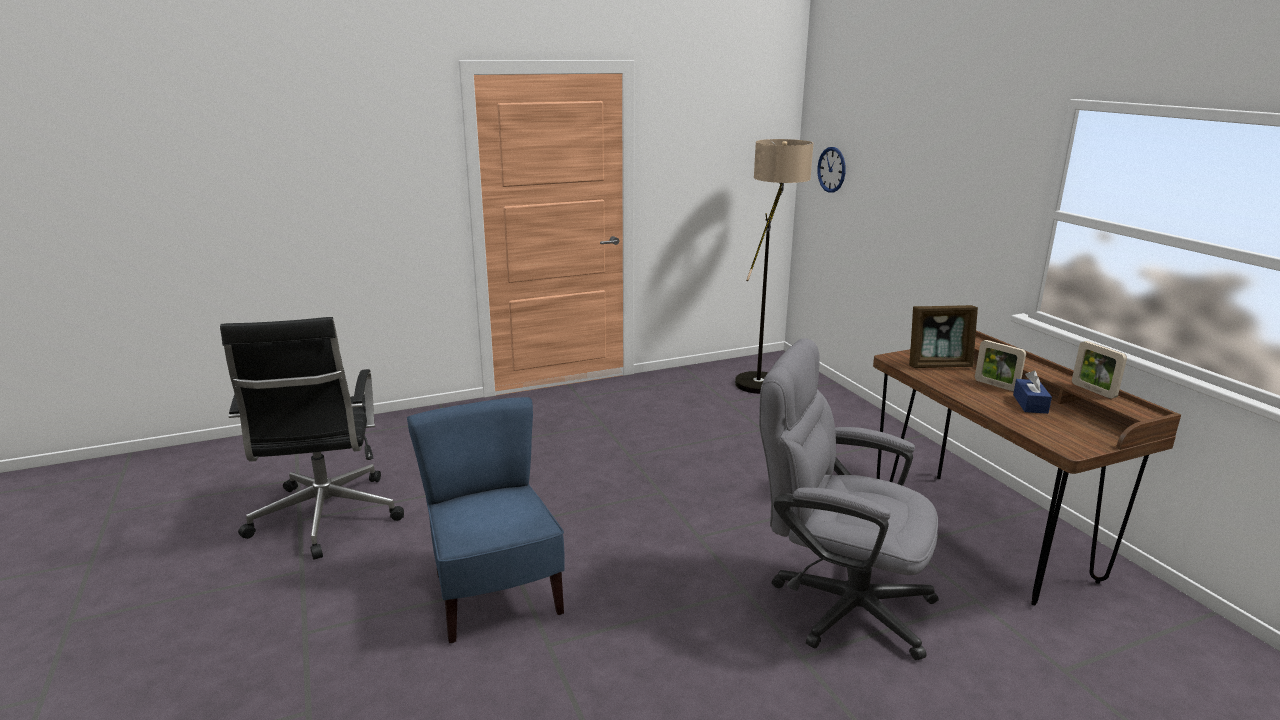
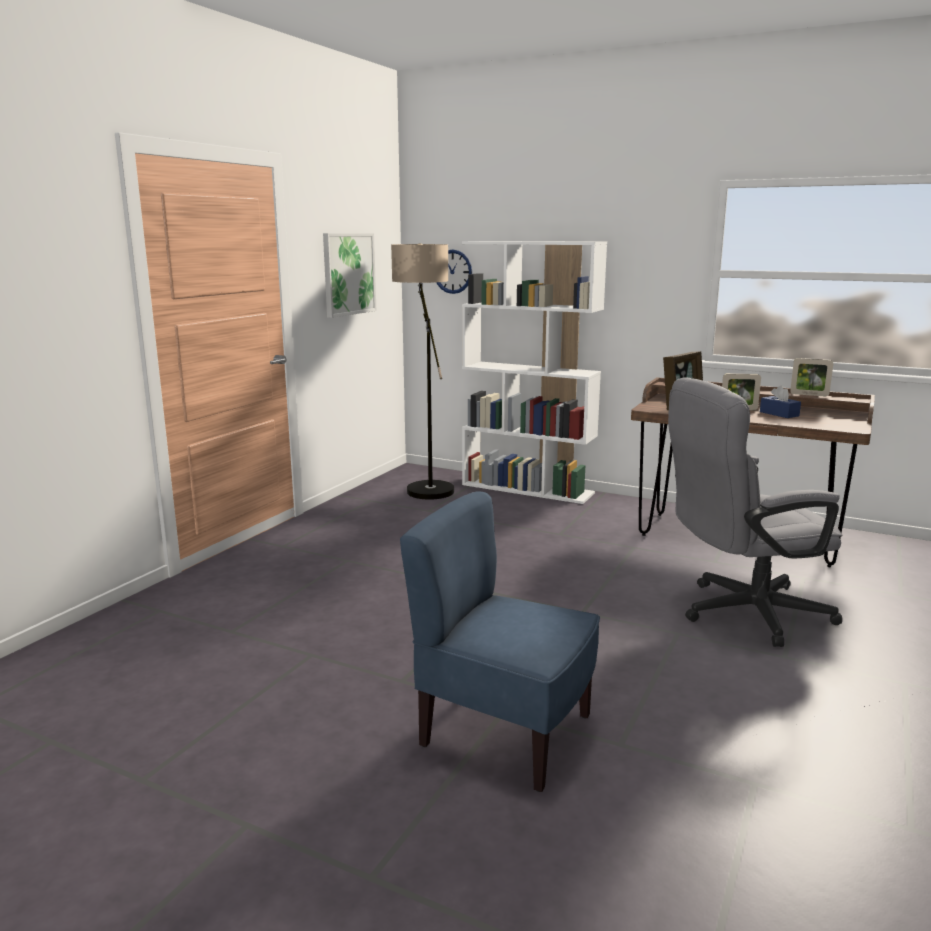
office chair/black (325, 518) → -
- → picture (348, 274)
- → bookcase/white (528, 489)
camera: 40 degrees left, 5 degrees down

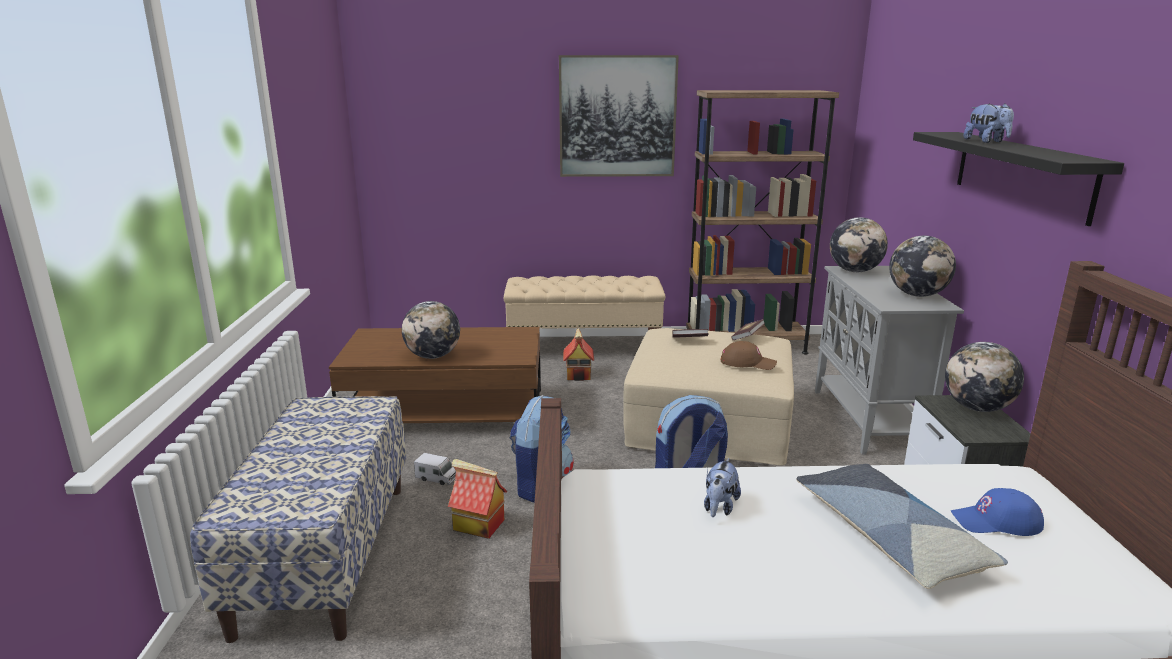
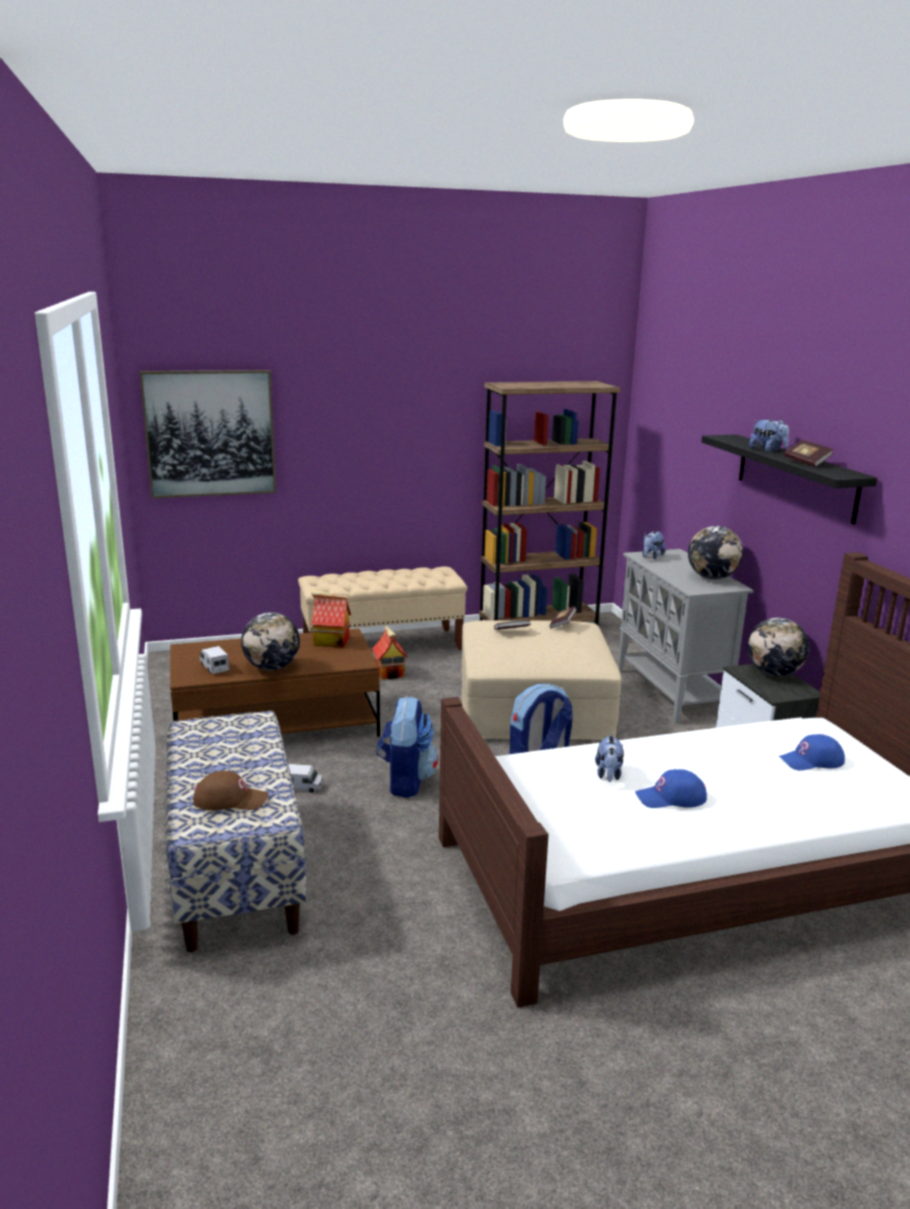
pillow (889, 536) → -
- → toy truck (214, 667)
- → cap/blue (671, 797)
- → book (806, 462)
toy house (477, 525) → toy house (330, 641), moved
picture (617, 116) → picture (210, 433), moved
cap/brown (747, 363) → cap/brown (231, 799), moved
globe (855, 271) → plush toy (651, 556)
camera: 15 degrees left, 0 degrees up

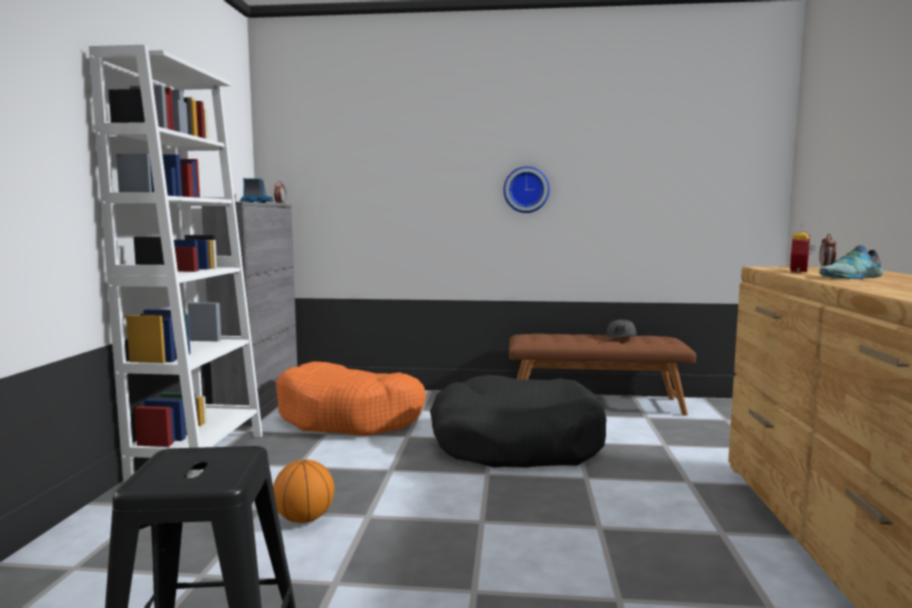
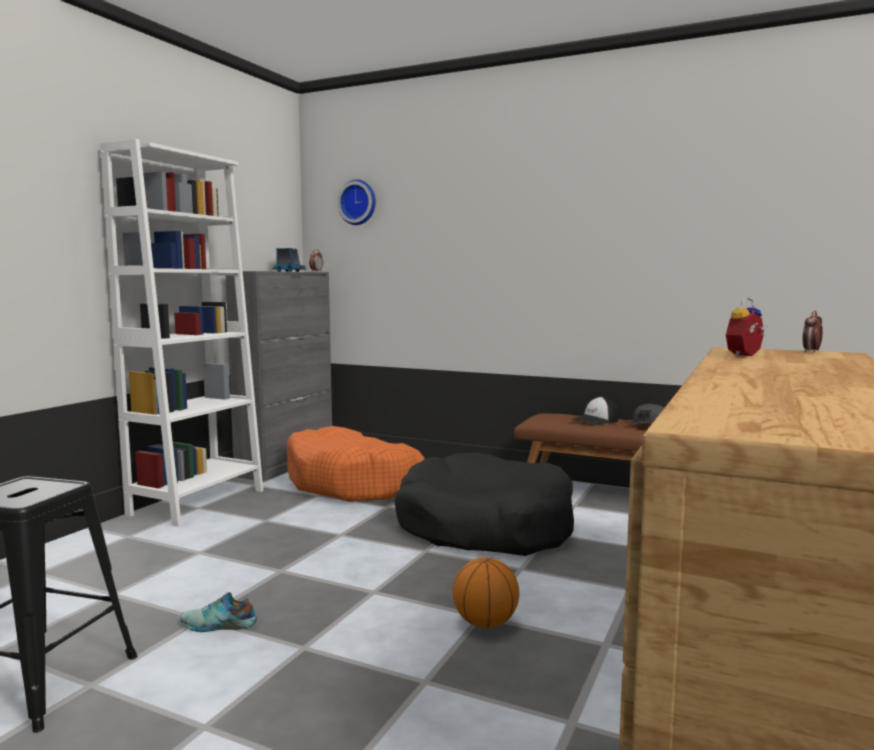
- → cap (595, 420)
basketball (304, 519) → basketball (485, 623), moved
wall clock (526, 190) → wall clock (358, 202), moved
shoe (852, 277) → shoe (218, 625), moved
camera: 20 degrees right, 0 degrees up

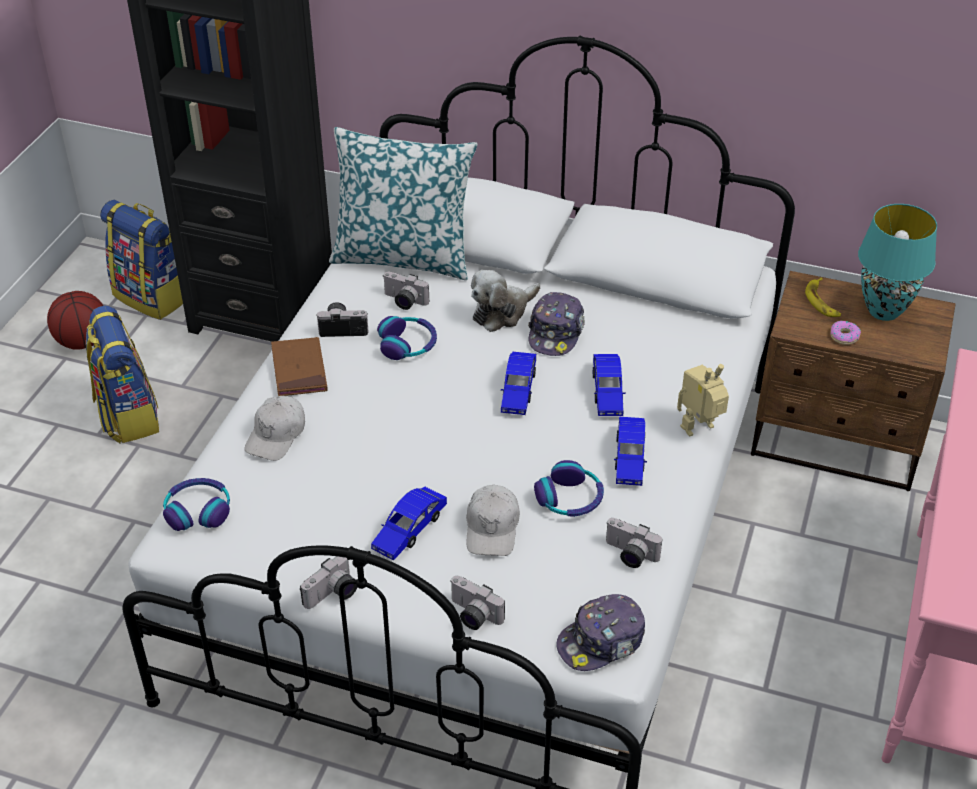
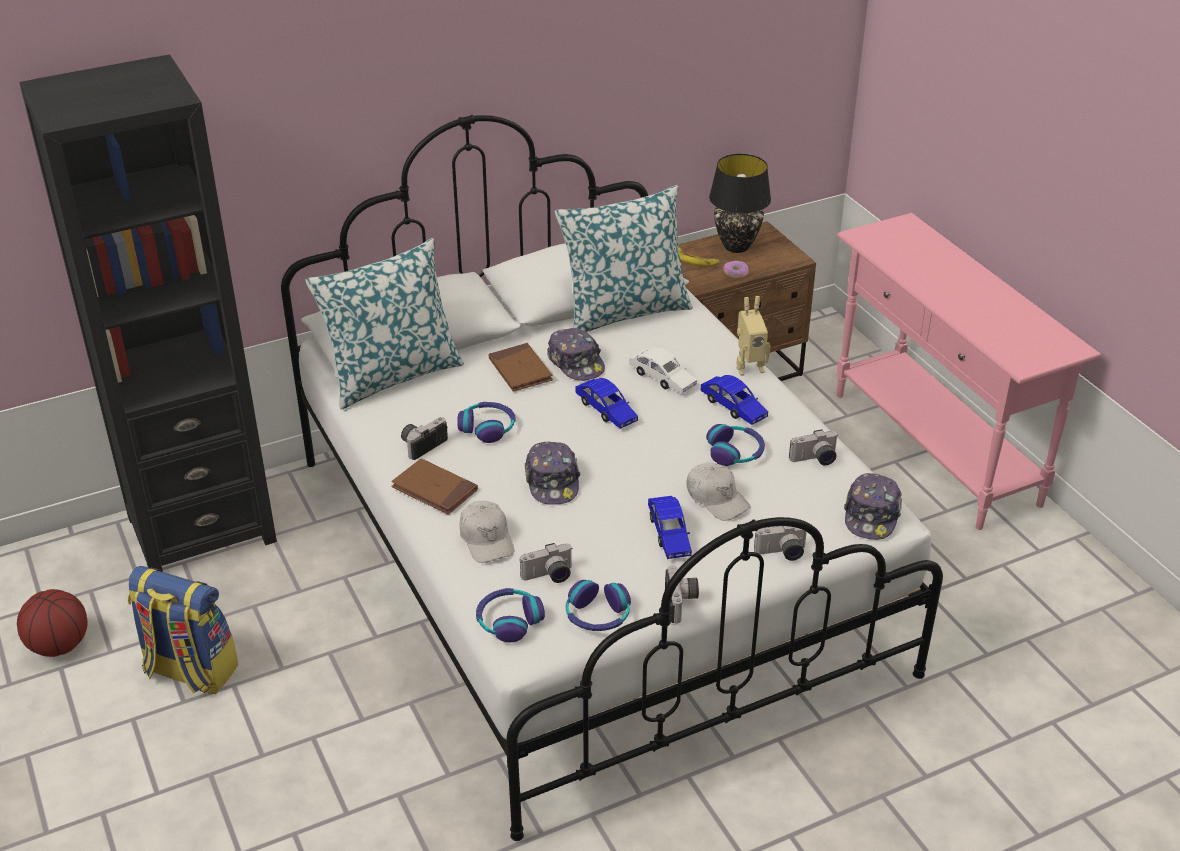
backpack (152, 297) → -
- → cap (552, 481)
- → pillow (624, 311)
- → headphones (597, 615)
photo camera (403, 302) → photo camera (549, 576), moved
plush toy (502, 312) → book/brown (520, 370)
toy car/blue (607, 392) → toy car/white (662, 378)
table lamp/turquoise (884, 311) → table lamp/black (736, 246)
toy robot (700, 430) → toy robot (748, 367), 120 degrees counterclockwise
camera: 45 degrees left, 5 degrees down

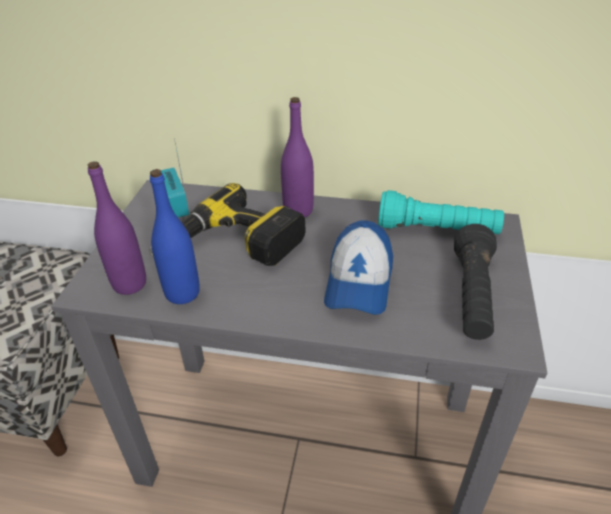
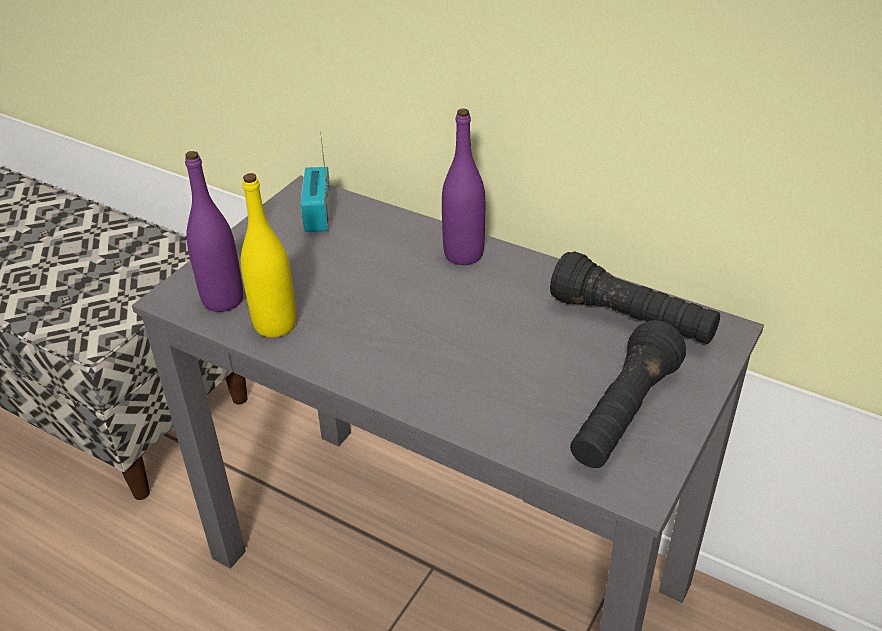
power drill (230, 248) → -
cap (359, 282) → -
bottle/blue (182, 293) → bottle/yellow (275, 325)
flashlight/turquoise (437, 230) → flashlight/black (631, 320)
camera: 20 degrees right, 0 degrees up

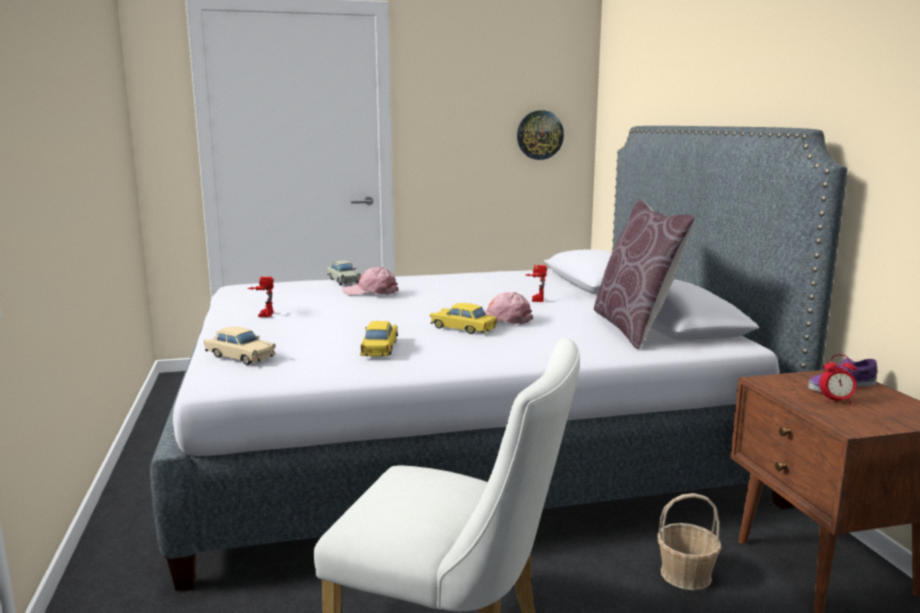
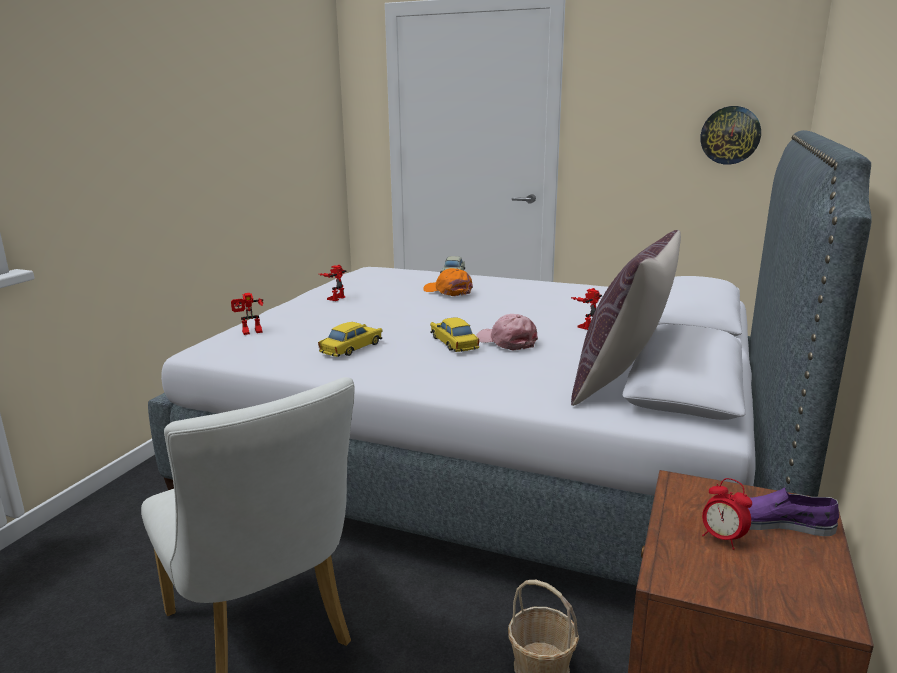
toy car/beige (240, 356) → toy robot (251, 332)
cap/pink (371, 292) → cap/orange (448, 291)
camera: 35 degrees right, 5 degrees up

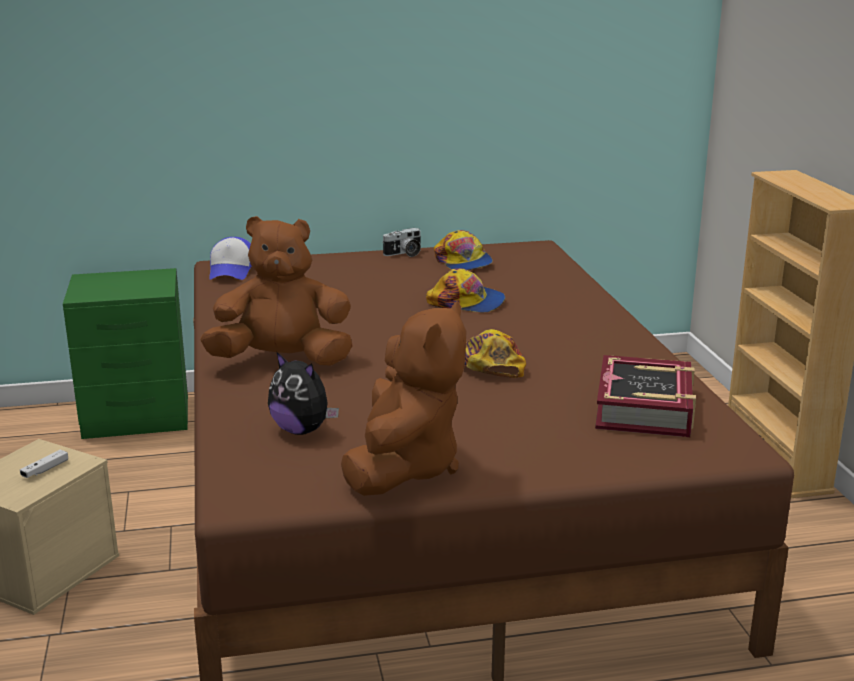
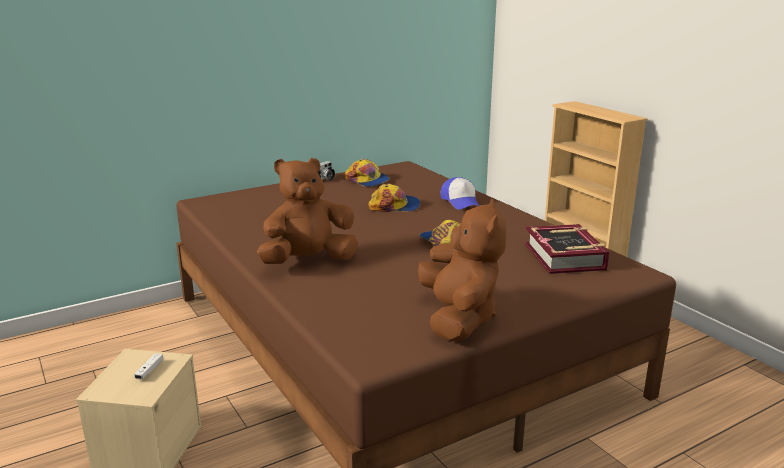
nightstand/green (139, 417) → -
plush toy (302, 430) → -
cap (232, 270) → cap (461, 201), moved
camera: 20 degrees left, 0 degrees up

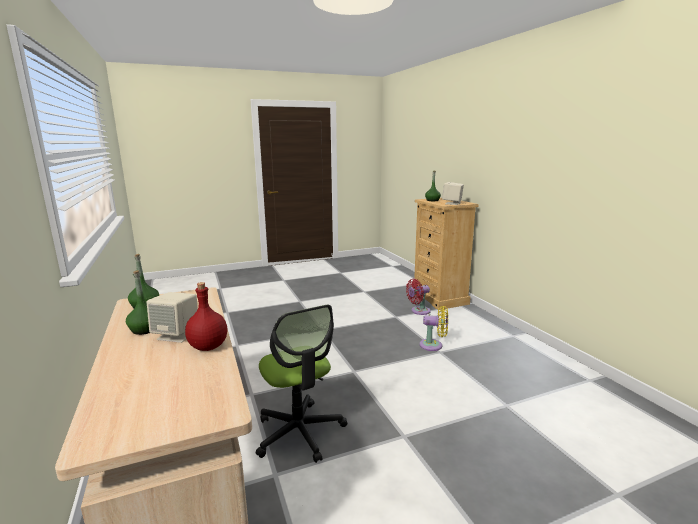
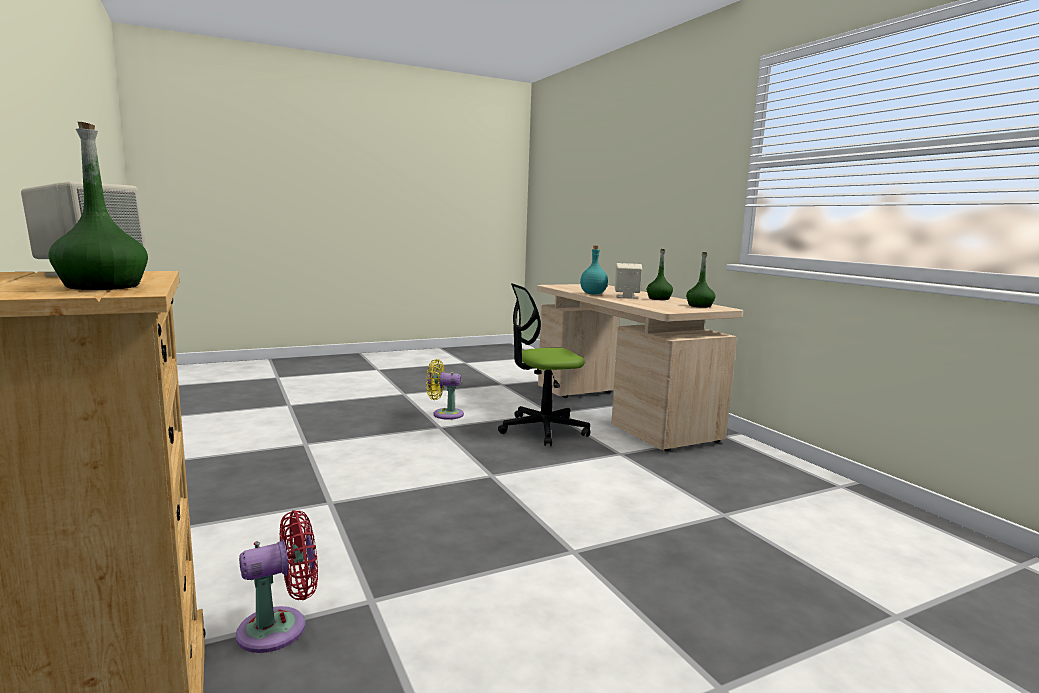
fan/yellow (433, 345) → fan/yellow (444, 414), moved
bottle/red (207, 347) → bottle/turquoise (593, 294)
office chair (299, 432) → office chair (543, 429), 75 degrees counterclockwise
camera: 175 degrees right, 5 degrees down

